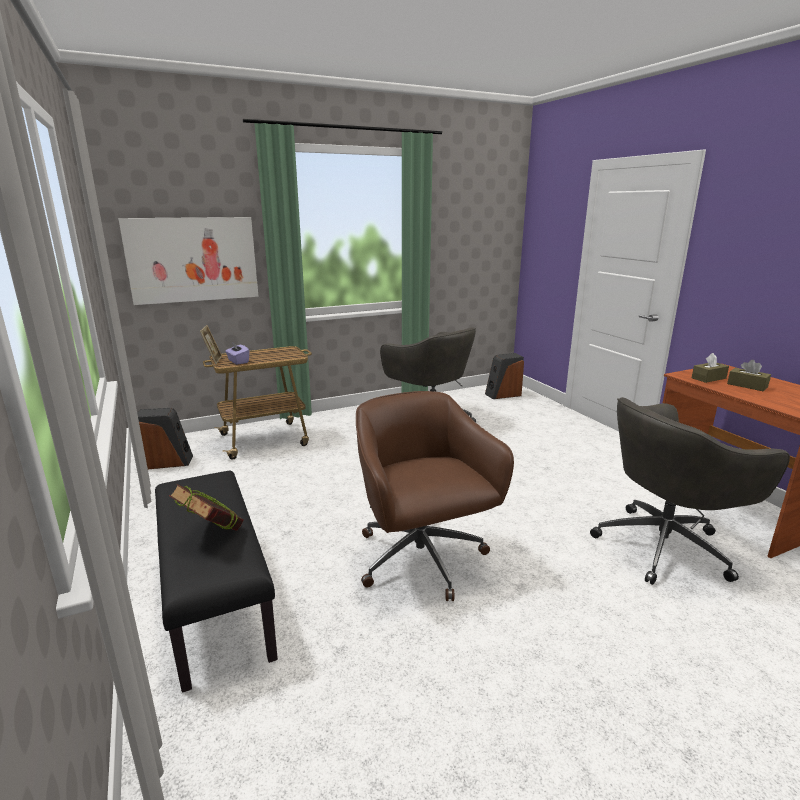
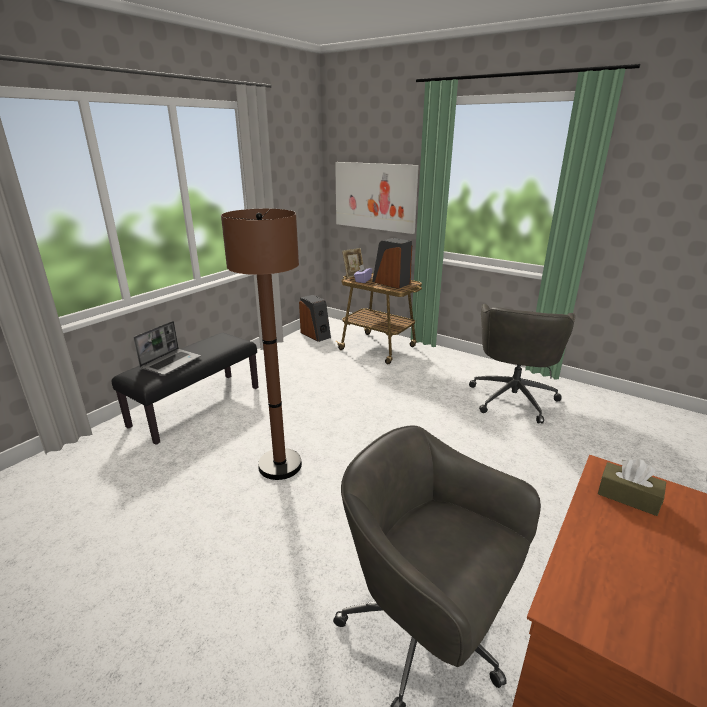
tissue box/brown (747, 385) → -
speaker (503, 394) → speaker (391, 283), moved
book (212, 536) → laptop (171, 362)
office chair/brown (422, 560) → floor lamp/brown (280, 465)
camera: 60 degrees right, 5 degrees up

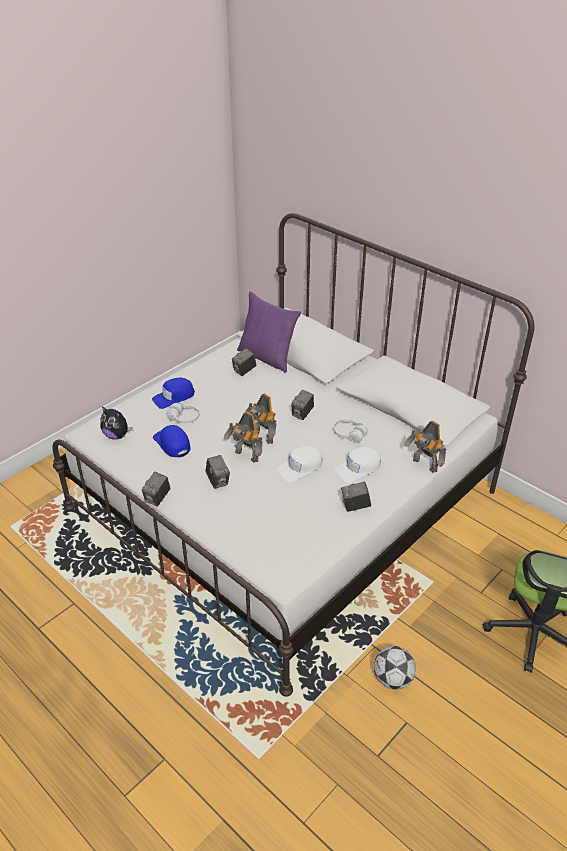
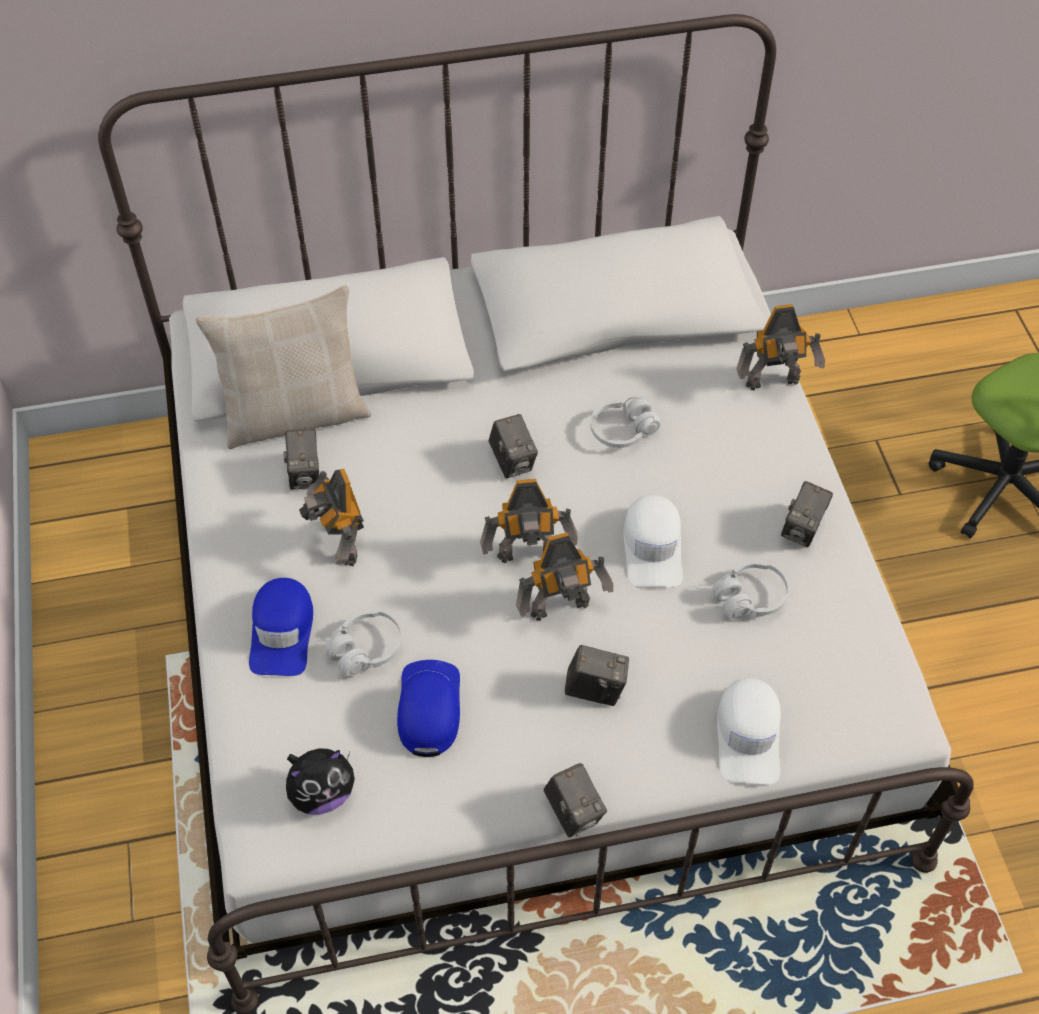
football (393, 679) → -
- → toy robot (340, 544)
- → headphones/white (750, 598)
cap/white (358, 468) → cap/white (748, 735), moved
pillow/purple (267, 357) → pillow/beige (295, 414)
cap/blue (172, 443) → cap/blue (428, 708), 90 degrees clockwise
camera: 55 degrees left, 15 degrees up

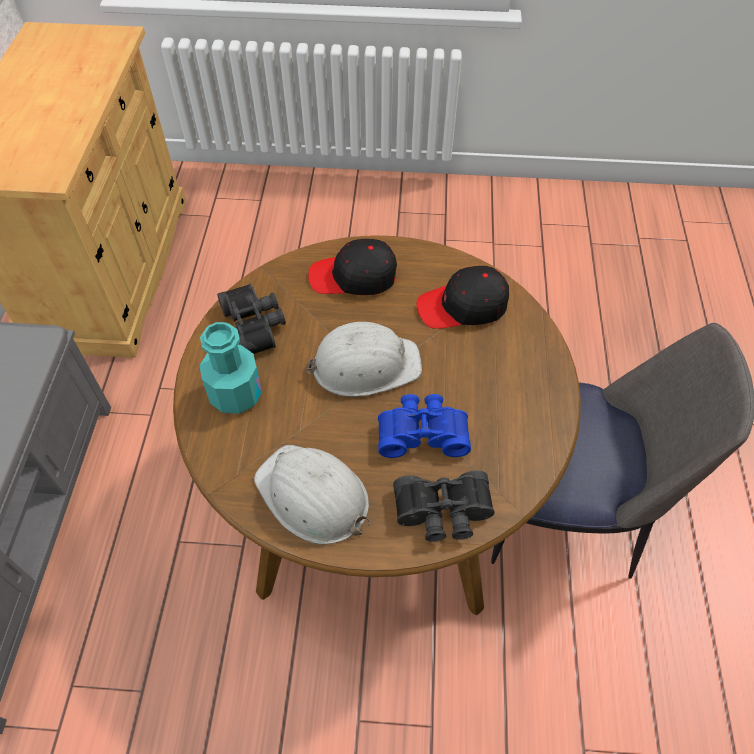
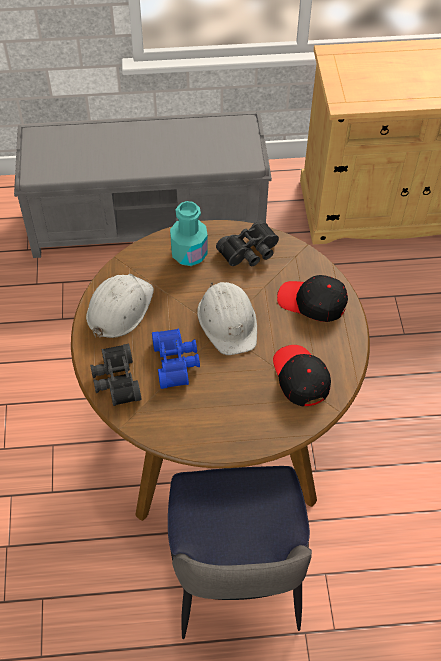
cap/black (353, 277) → cap/black (312, 302), 60 degrees counterclockwise
camera: 80 degrees right, 0 degrees up

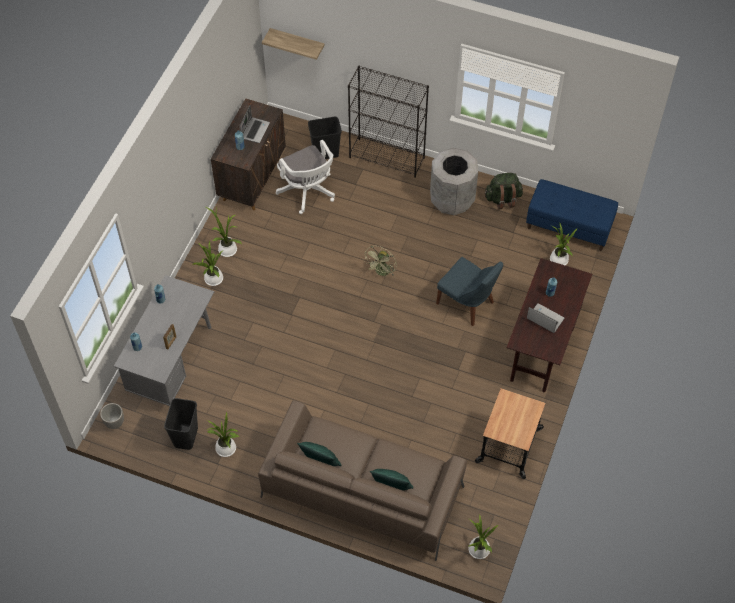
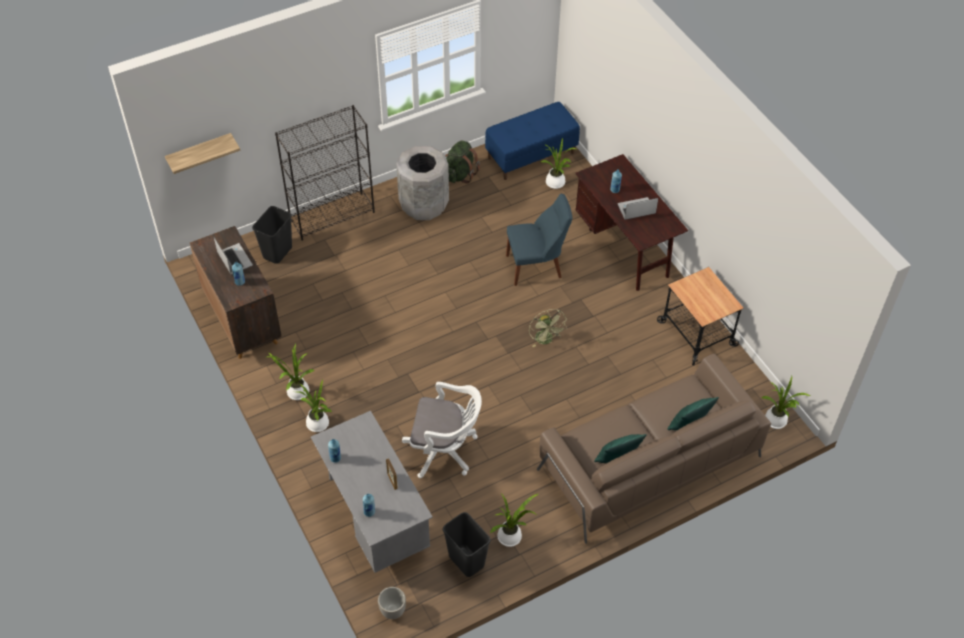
office chair/white (308, 192) → office chair/white (445, 450), moved
fan/green (381, 272) → fan/green (546, 340), moved
camera: 50 degrees left, 5 degrees down

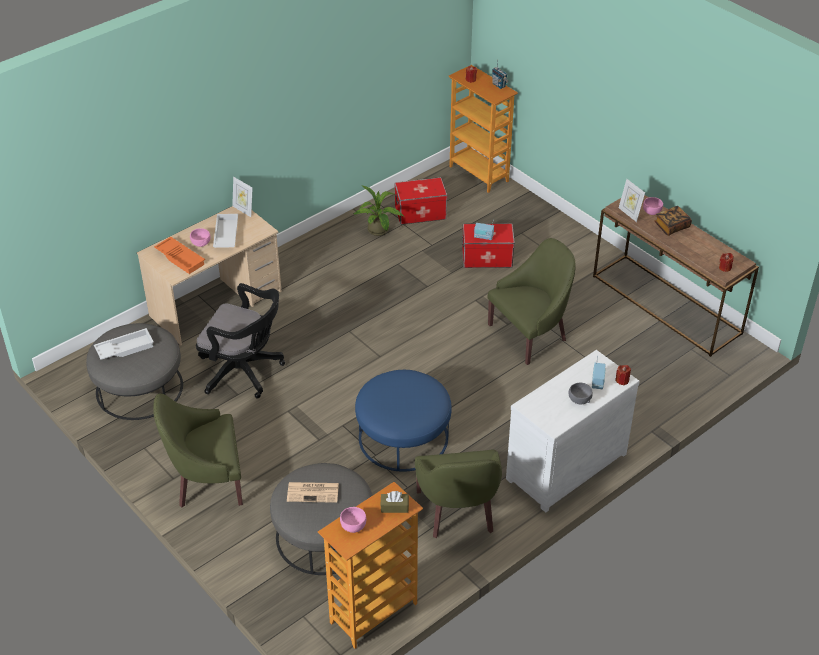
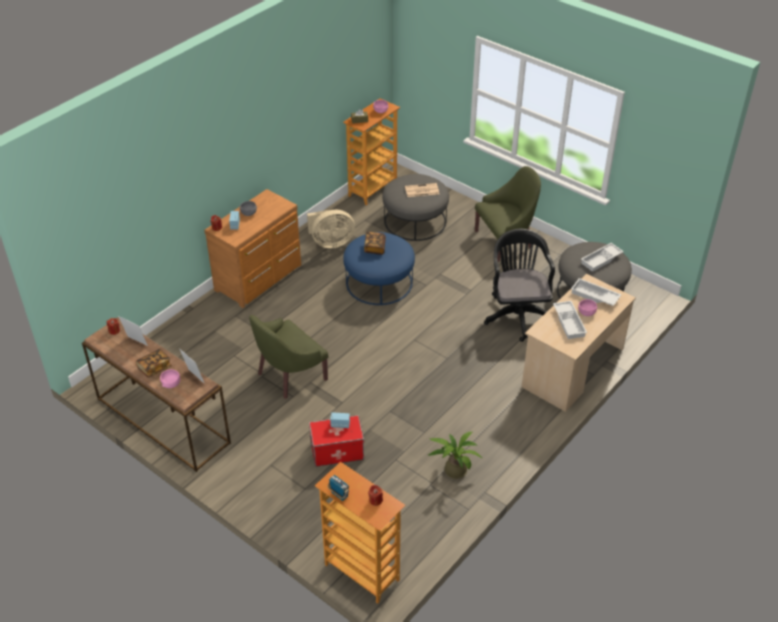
storage box (420, 213) → -
- → book (374, 248)
picture frame (243, 210) → picture frame (135, 342), moved
armchair/green (459, 512) → fan/beige (331, 243)
tray/orange (181, 258) → tray/white (594, 296)
dresser/white (563, 465) → dresser/brown (260, 278)
office chair/black (244, 372) → office chair/black (517, 314), 75 degrees clockwise
camera: 170 degrees right, 0 degrees up

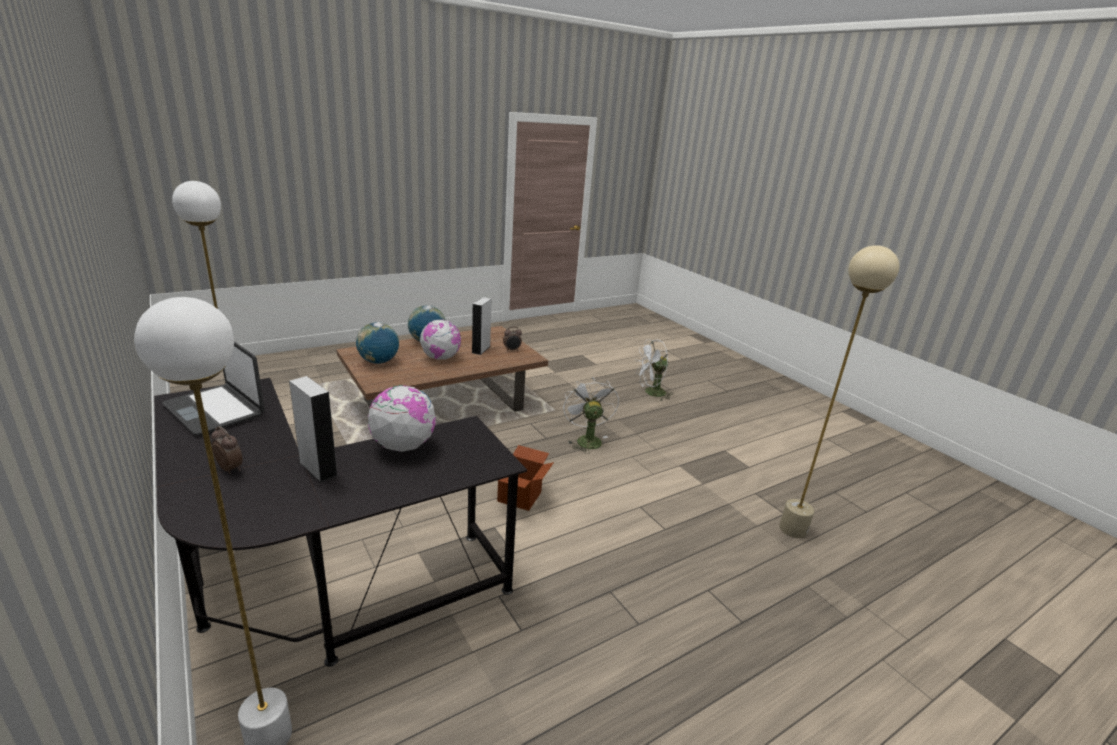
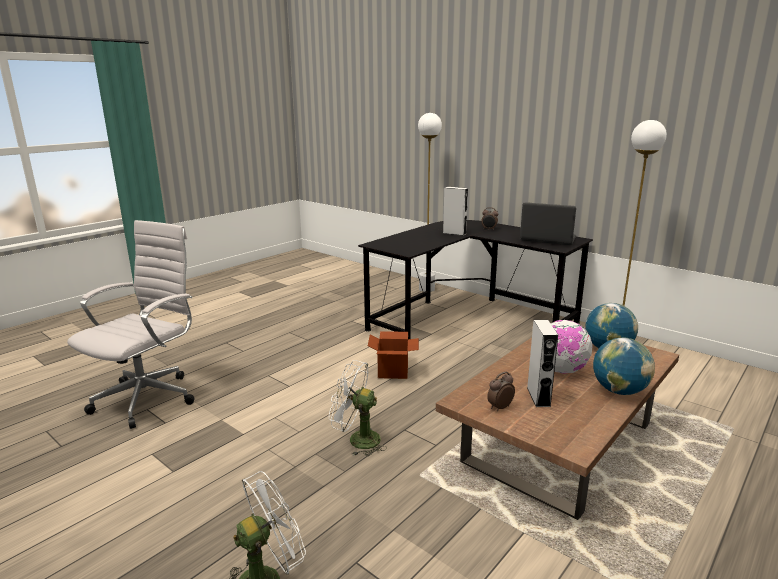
globe (403, 446) → -
floor lamp/beige (792, 529) → office chair/white (149, 397)
fan/white (586, 439) → fan/white (357, 440), 135 degrees clockwise
camera: 165 degrees right, 5 degrees down

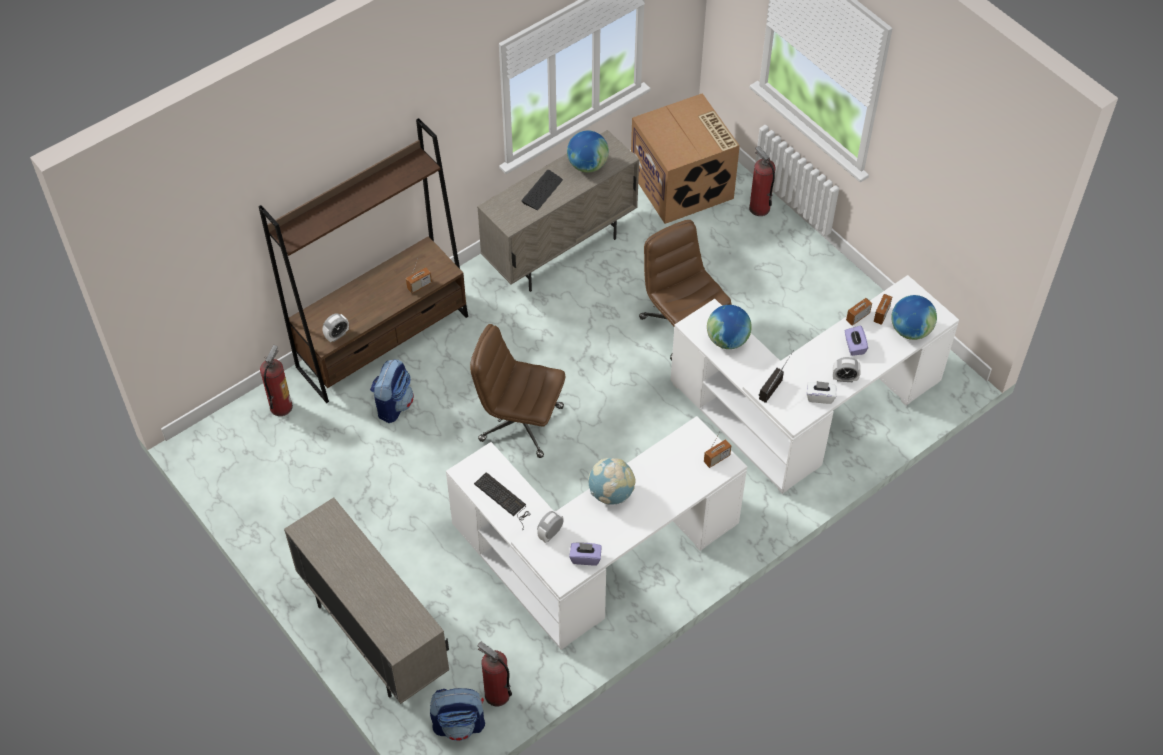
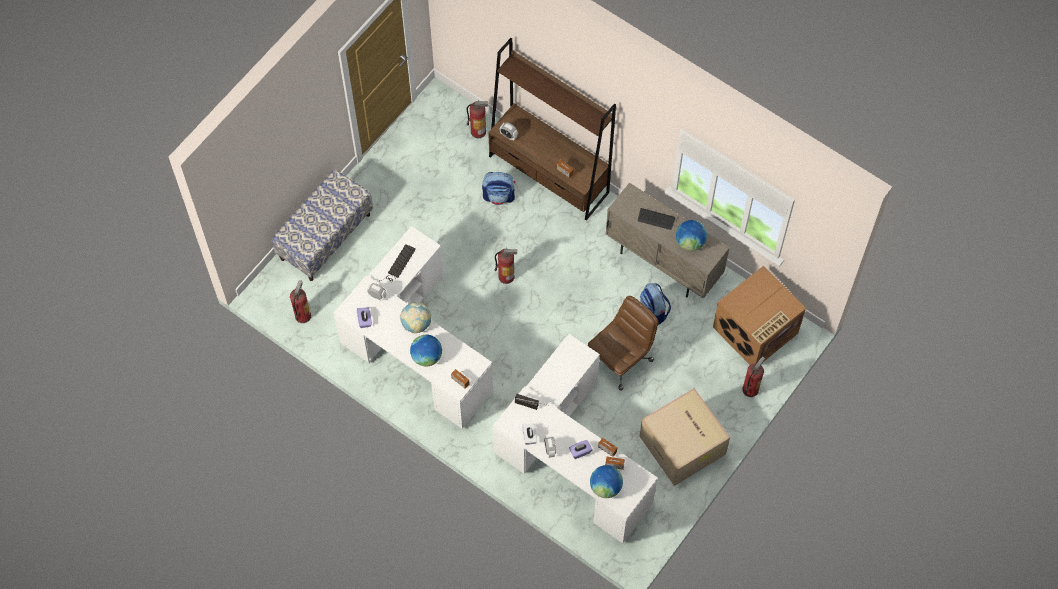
- → cardboard box (684, 445)
backpack (459, 724) → backpack (653, 311), moved
globe (727, 340) → globe (426, 357), moved
cabinet/beige (374, 636) → bench (325, 236)
office chair/brown (520, 423) → fire extinguisher (506, 276)
camera: 75 degrees right, 10 degrees up

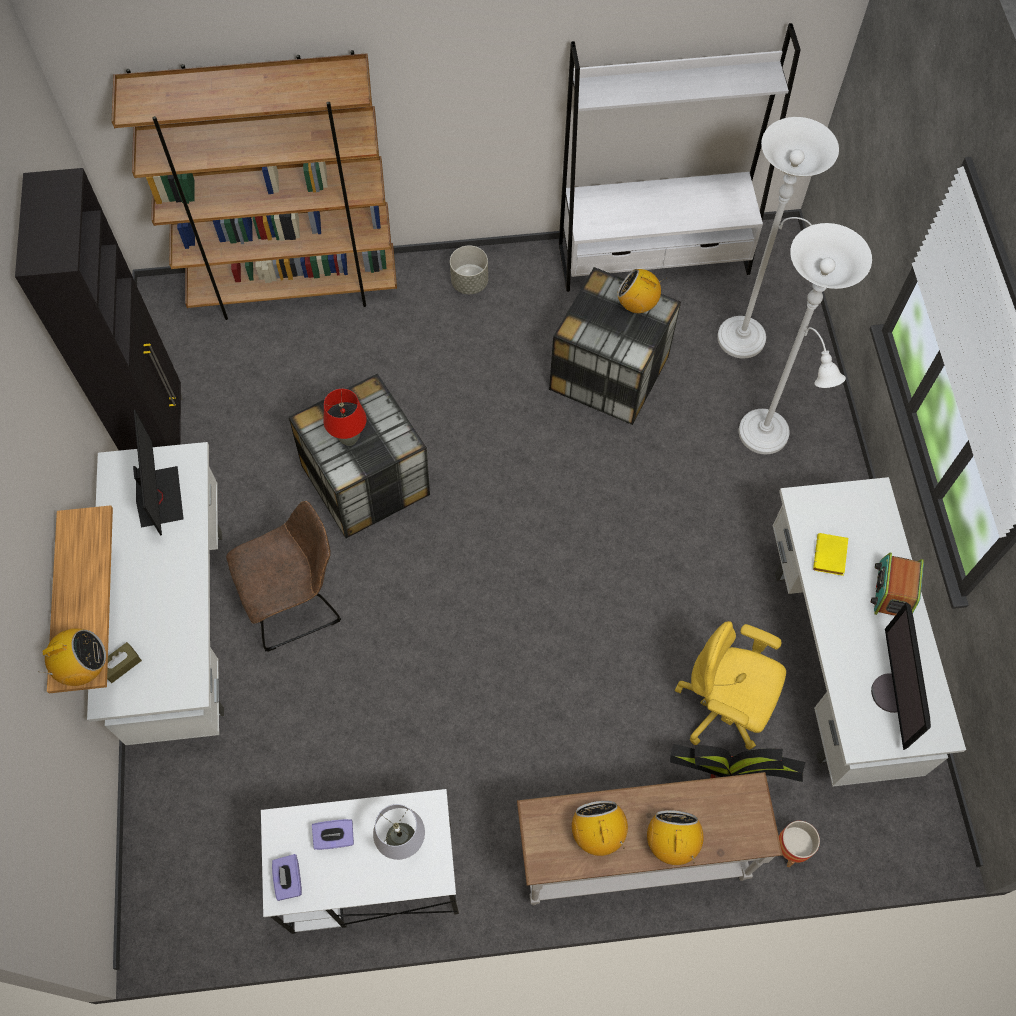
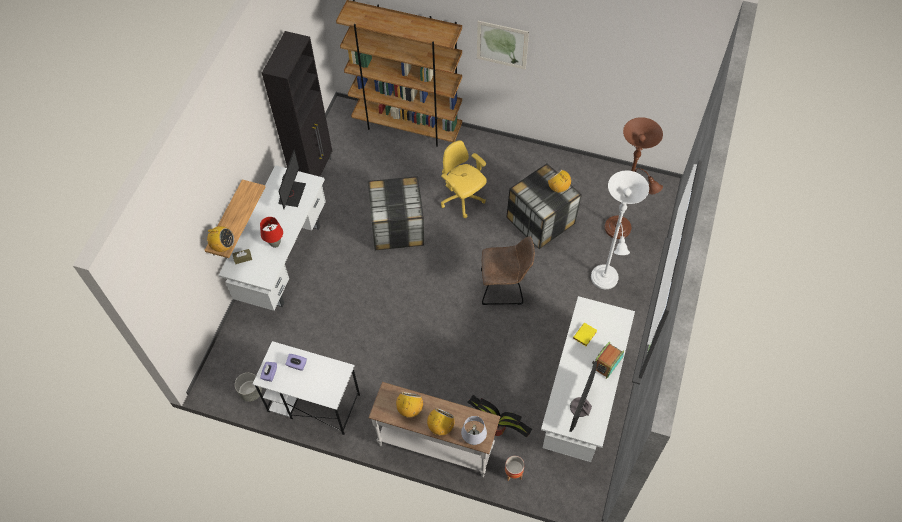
bookcase/white (654, 259) → -
- → picture (502, 45)
chair/brown (296, 601) → chair/brown (504, 287), moved
table lamp/red (349, 439) → table lamp/red (275, 244), moved
table lamp/grey (403, 842) → table lamp/grey (473, 440), moved
planter/grey (469, 283) → planter/grey (250, 392), moved
office chair/yellow (723, 708) → office chair/yellow (462, 199), moved
floor lamp/white (748, 339) → floor lamp/brown (621, 229)
camera: 25 degrees right, 5 degrees down

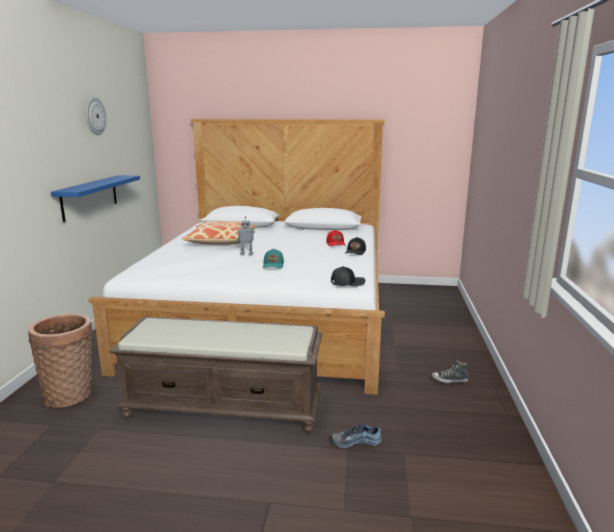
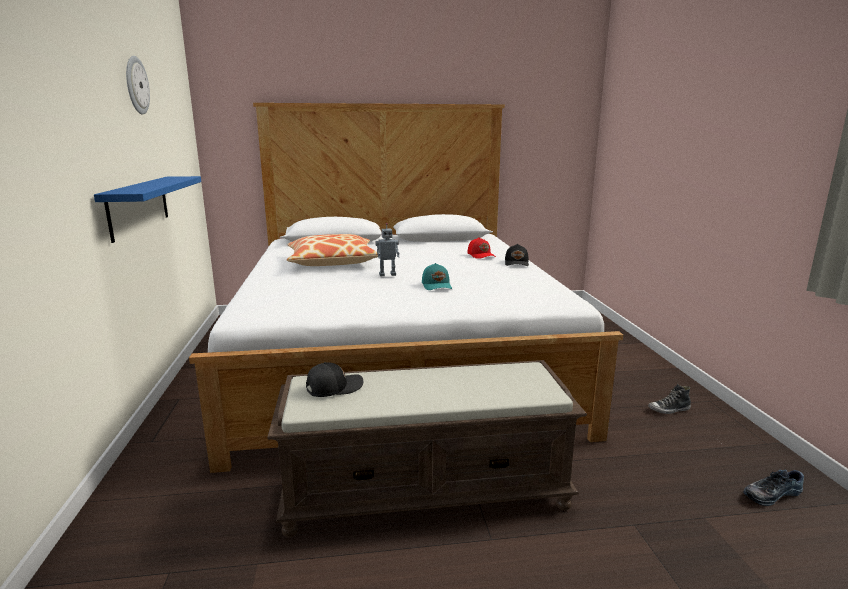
basket (71, 394) → -
shoe (355, 441) → shoe (770, 493), moved
cap/black (347, 283) → cap/black (333, 387), moved
camera: 15 degrees left, 0 degrees up

